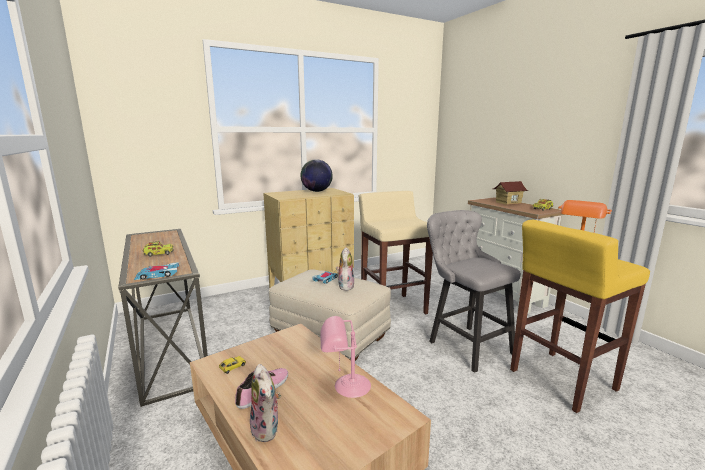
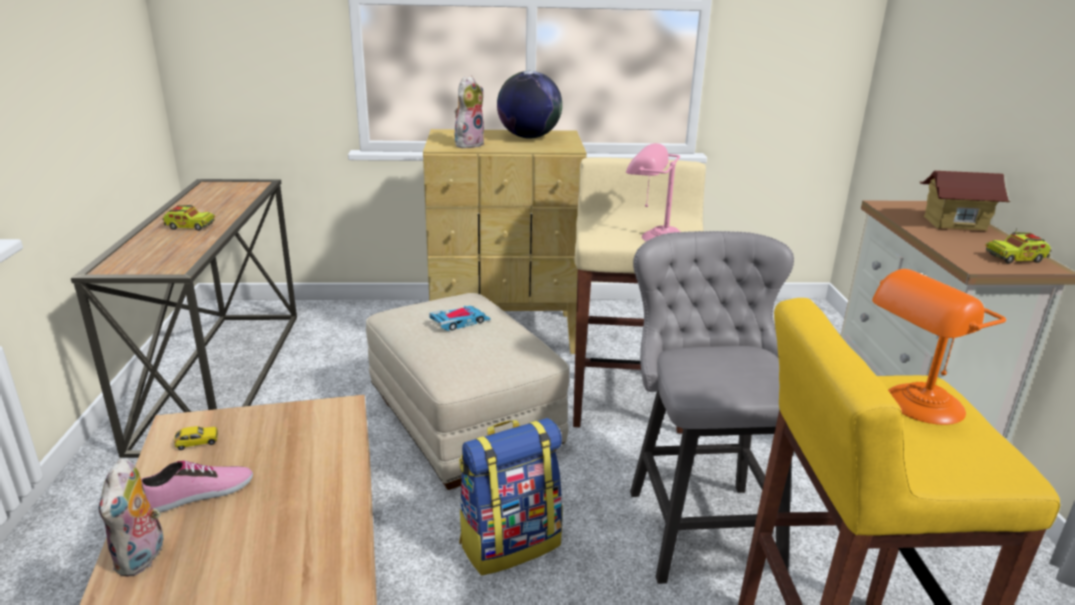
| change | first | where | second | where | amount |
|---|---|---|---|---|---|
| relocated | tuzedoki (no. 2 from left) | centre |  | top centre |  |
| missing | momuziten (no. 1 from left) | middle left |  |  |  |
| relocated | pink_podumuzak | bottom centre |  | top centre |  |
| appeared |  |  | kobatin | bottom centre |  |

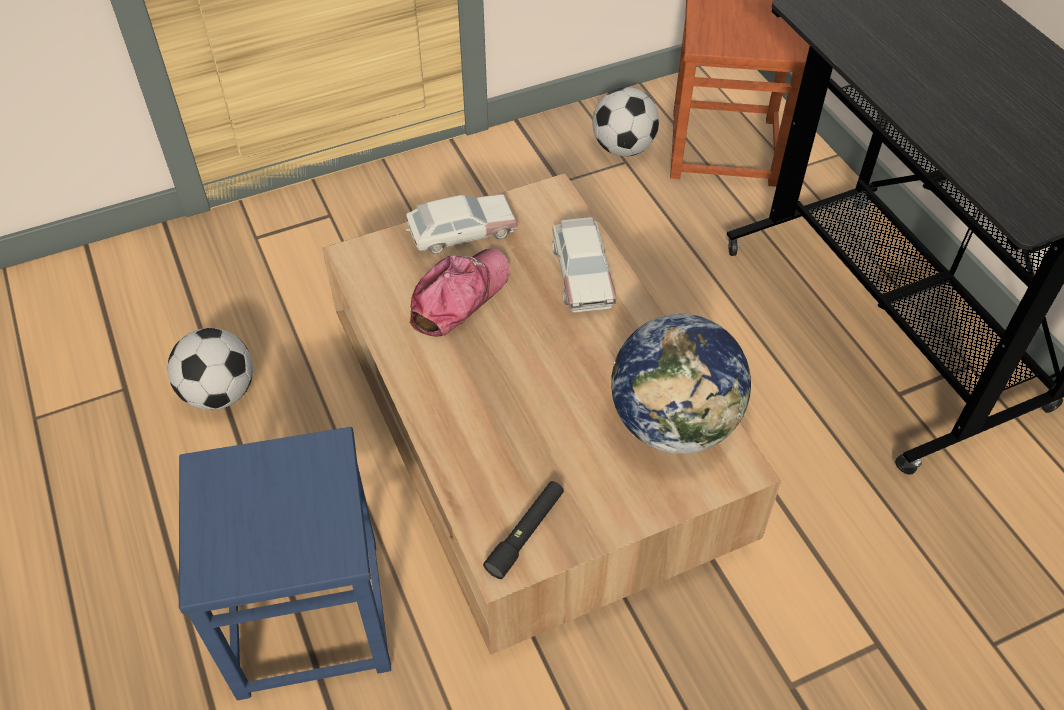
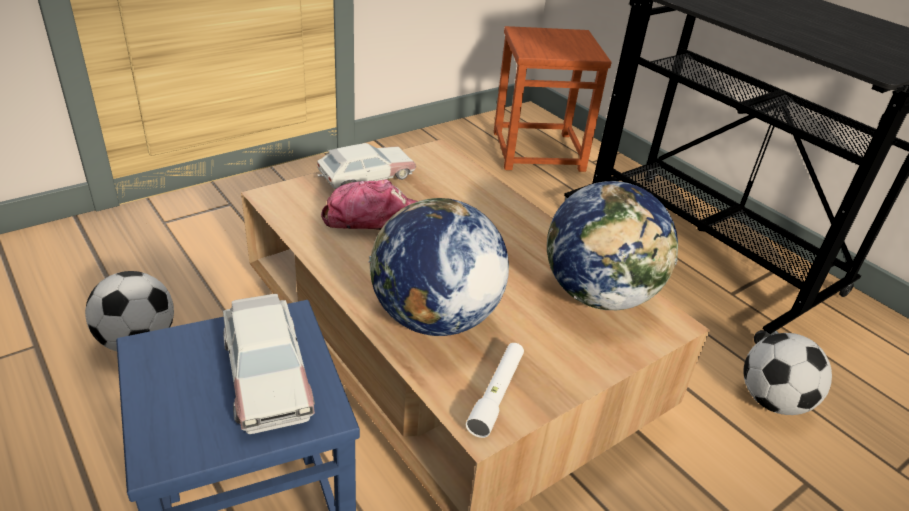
| change | first | where | second | where | amount |
|---|---|---|---|---|---|
| relocated | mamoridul (no. 2 from left) | top centre |  | bottom right |  |
| relocated | momuziten (no. 2 from left in the first image) | centre | momuziten (no. 1 from left) | bottom left |  |
| spun | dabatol | centre |  | centre | 60 degrees clockwise |
| colour | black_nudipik | bottom centre | white_nudipik | bottom centre |  |
| appeared |  |  | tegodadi (no. 1 from left) | centre |  |

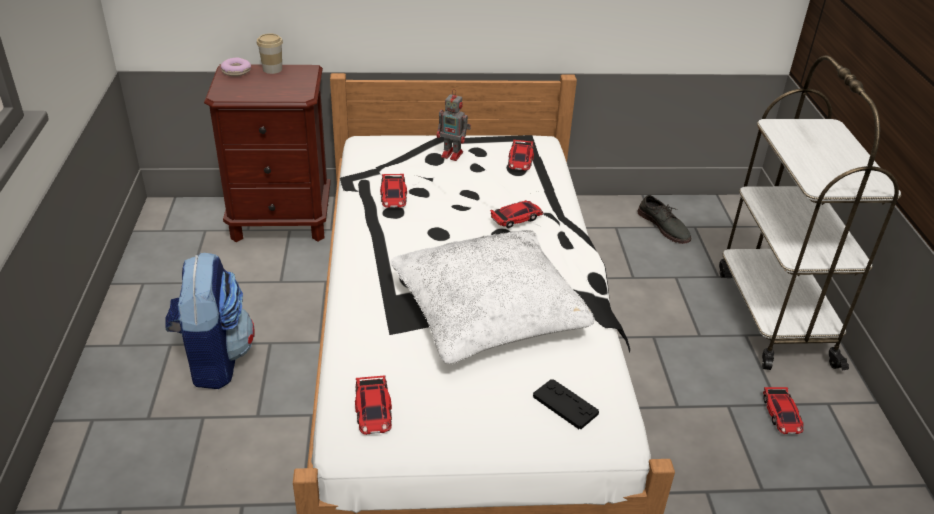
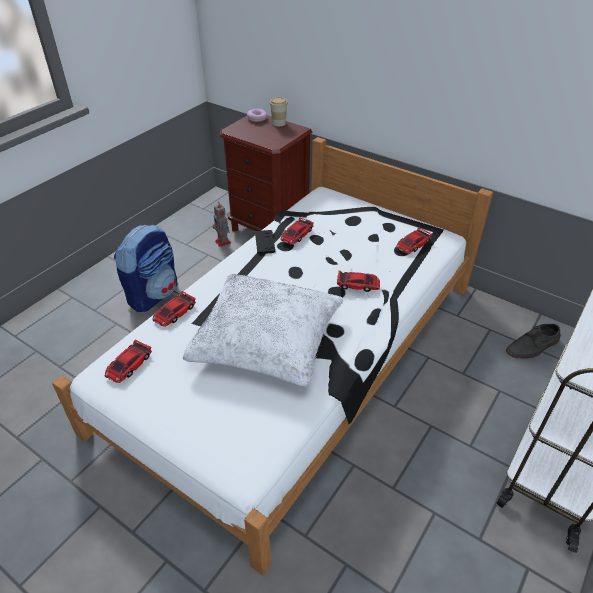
| change | first | where | second | where | amount |
|---|---|---|---|---|---|
| relocated | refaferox | top centre |  | centre |  |
| spun | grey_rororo | middle right |  | middle right | 60 degrees clockwise |
| relocated | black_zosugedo | bottom centre |  | centre |  |
| relocated | momuziten (no. 5 from left in the first image) | bottom right | momuziten (no. 2 from left) | middle left |  |

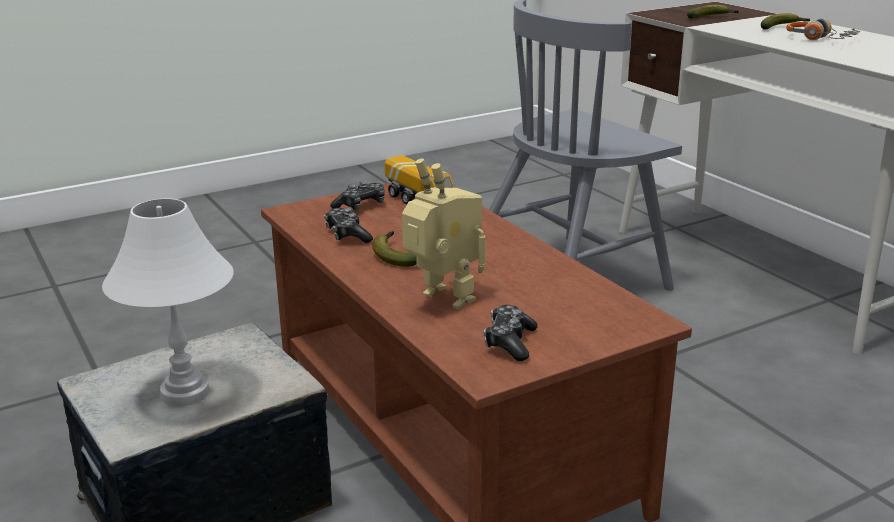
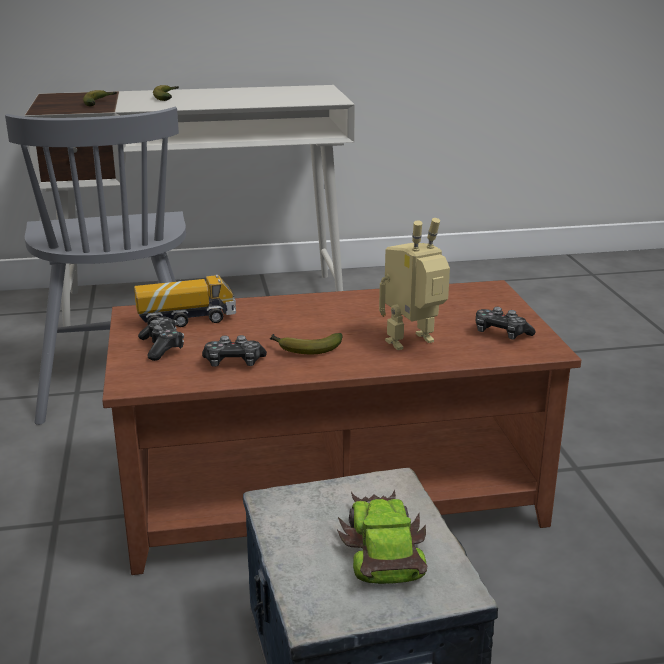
| change | first | where | second | where | amount |
|---|---|---|---|---|---|
| missing | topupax | top right |  |  |  |
| exchanged | white_podumuzak | middle left | momuziten | bottom centre |  |

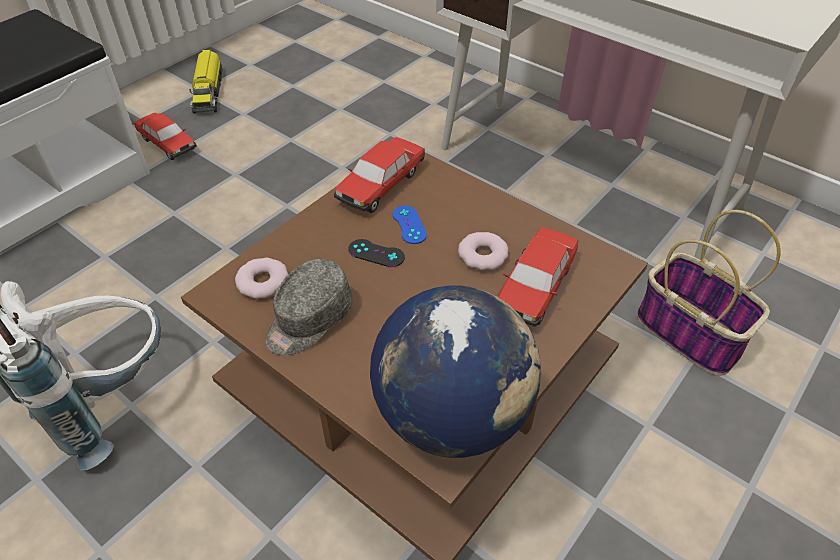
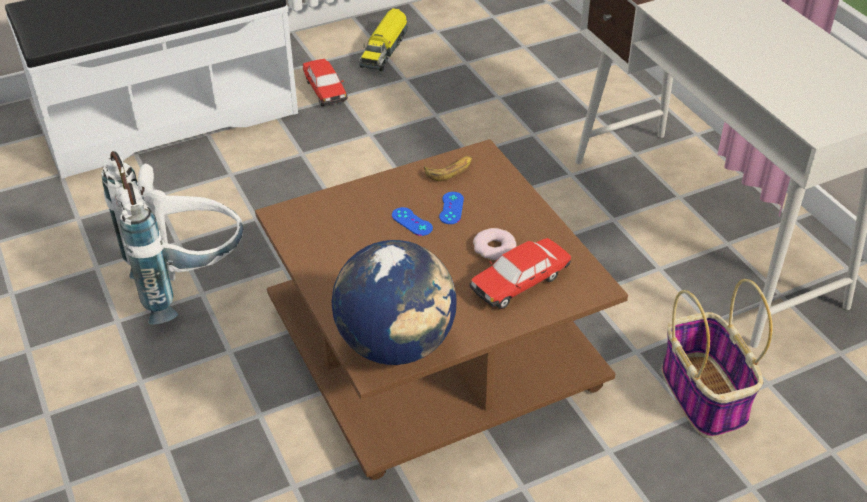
| change | first | where | second | where | amount |
|---|---|---|---|---|---|
| exchanged | momuziten (no. 2 from left) | top centre | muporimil | centre |  |
| colour | black_zosugedo | centre | blue_zosugedo (no. 1 from left) | centre |  |
| missing | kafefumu (no. 1 from left) | middle left |  |  |  |
| missing | grey_dabatol | centre |  |  |  |

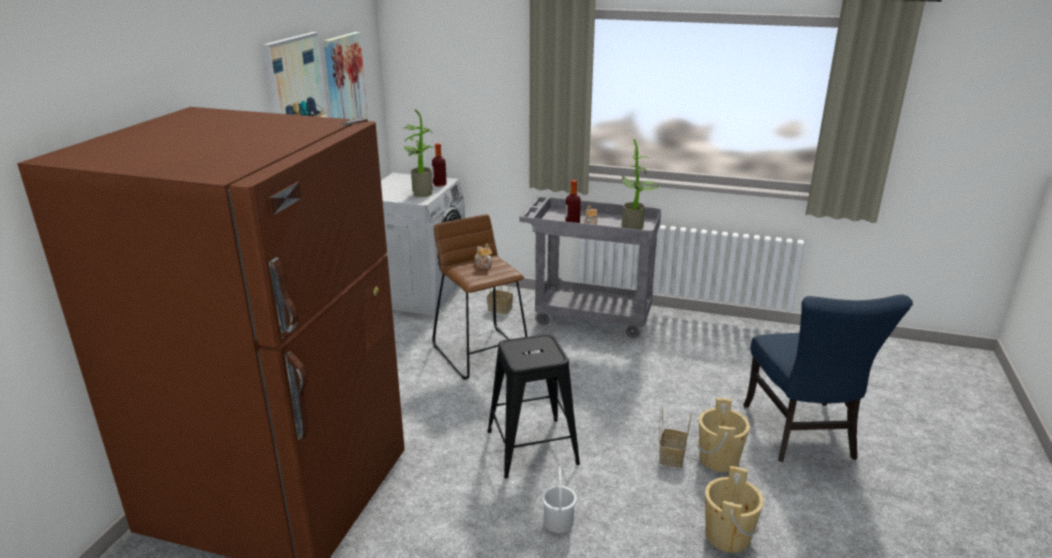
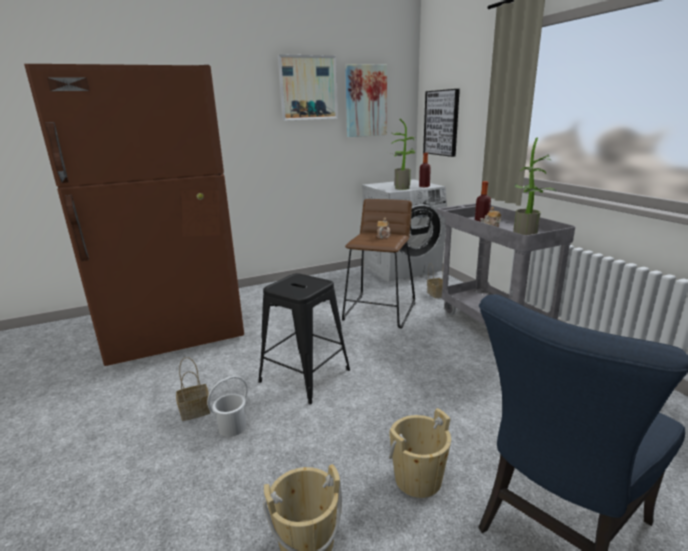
| change | first | where | second | where | amount |
|---|---|---|---|---|---|
| relocated | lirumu (no. 2 from left in the first image) | bottom centre | lirumu (no. 1 from left) | bottom left |  |
| appeared |  |  | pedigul (no. 3 from left) | top centre |  |

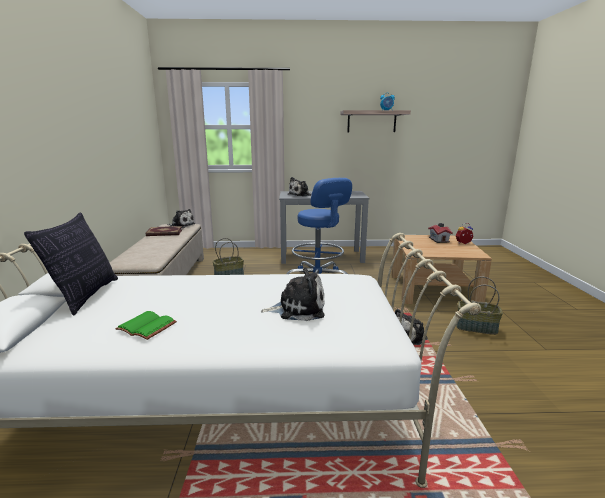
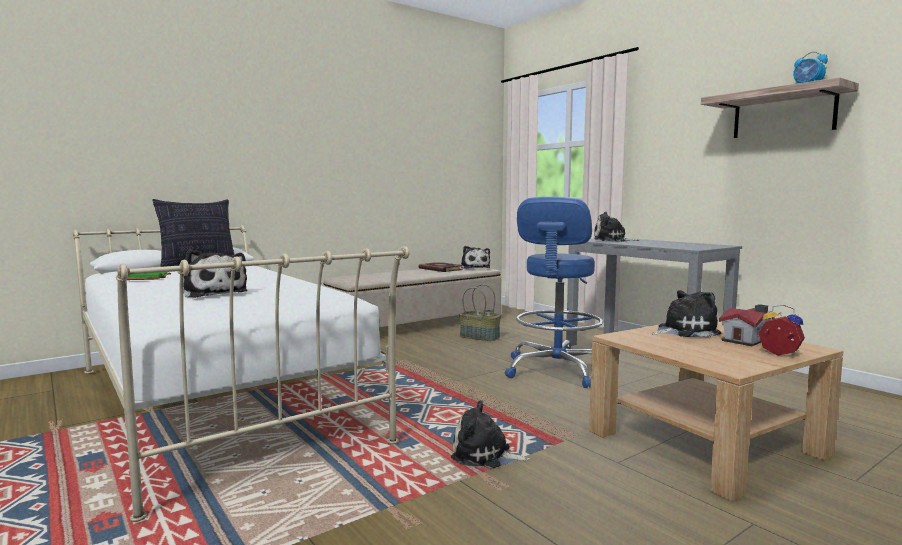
| change | first | where | second | where | amount |
|---|---|---|---|---|---|
| missing | lirumu (no. 2 from left) | middle right |  |  |  |
| appeared |  |  | tuzedoki (no. 5 from left) | middle right |  |

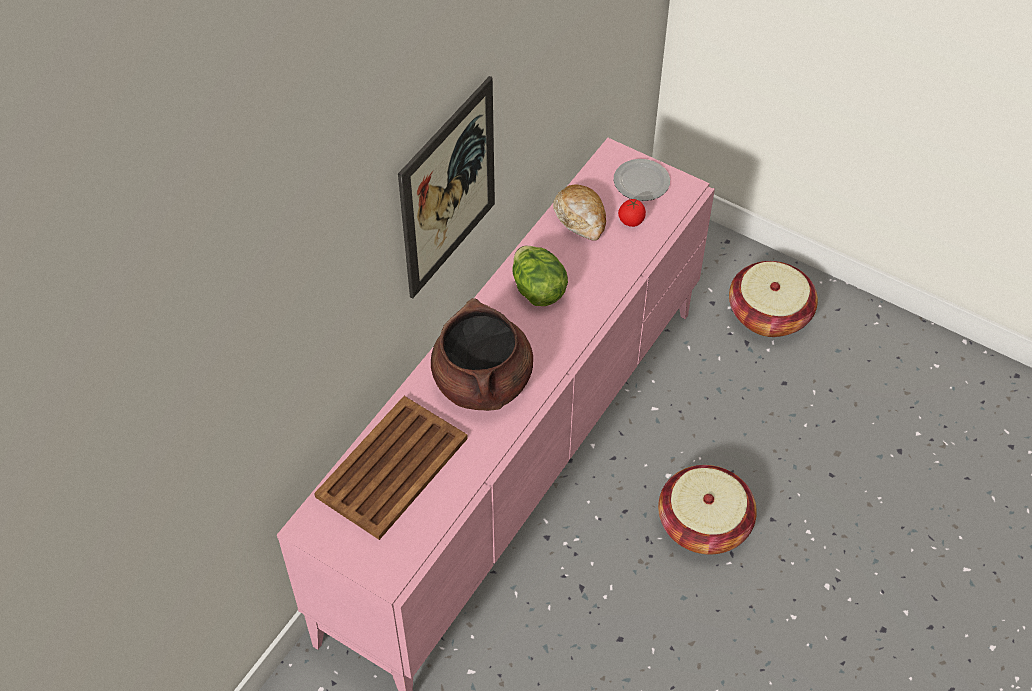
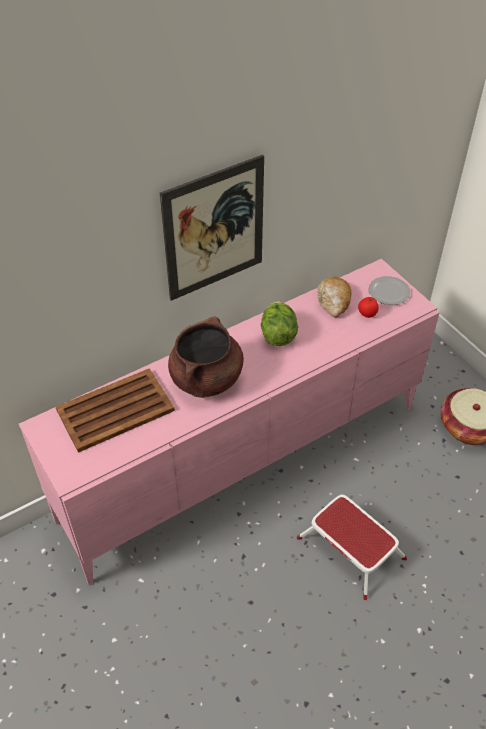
| change | first | where | second | where | amount |
|---|---|---|---|---|---|
| exchanged | lirumu (no. 1 from left) | bottom right | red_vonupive | bottom right |  |

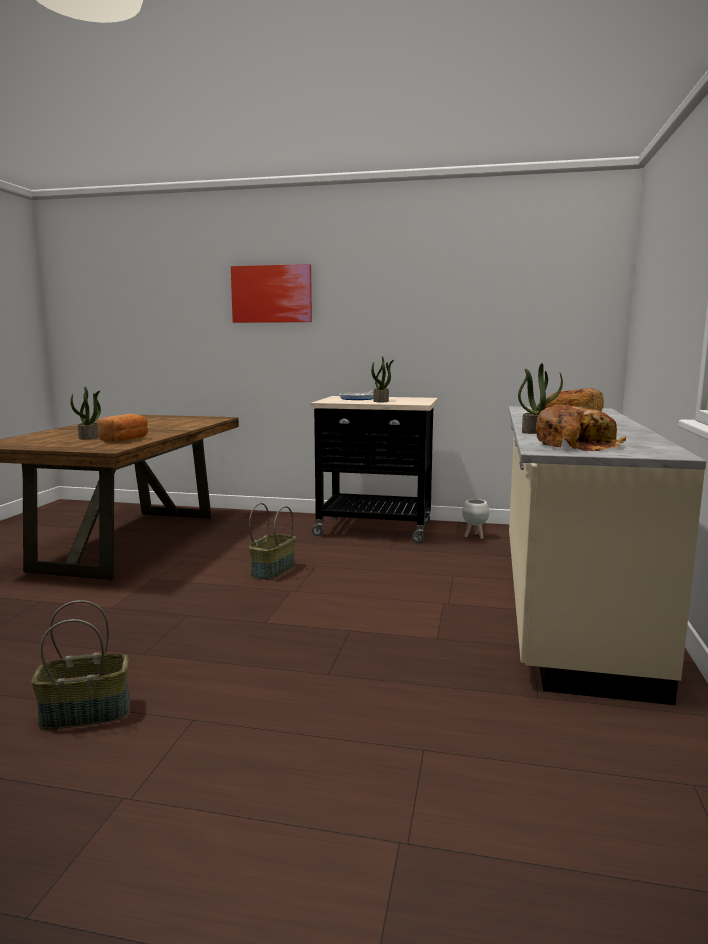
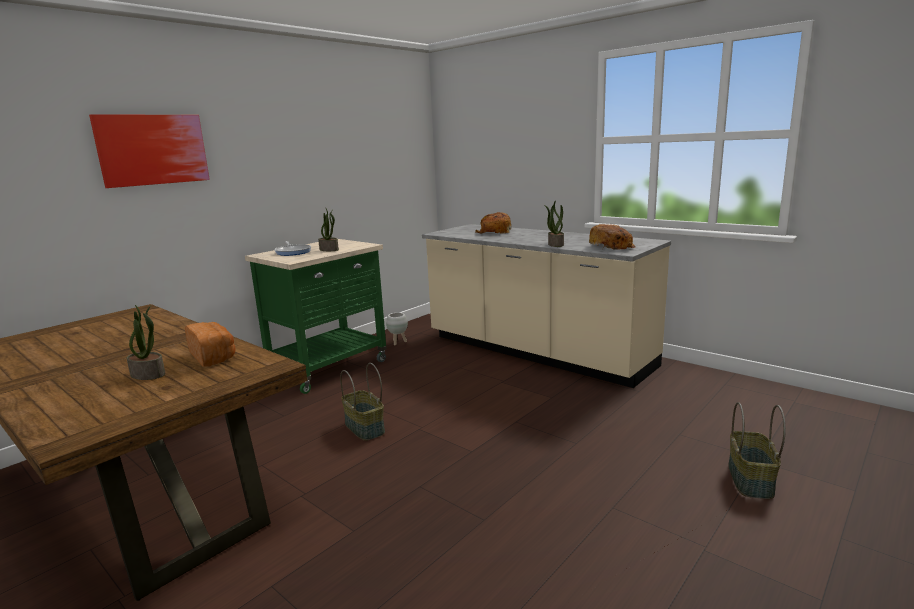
| change | first | where | second | where | amount |
|---|---|---|---|---|---|
| colour | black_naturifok | centre | green_naturifok | centre |  |
| relocated | lirumu (no. 1 from left in the first image) | bottom left | lirumu (no. 2 from left) | bottom right |  |

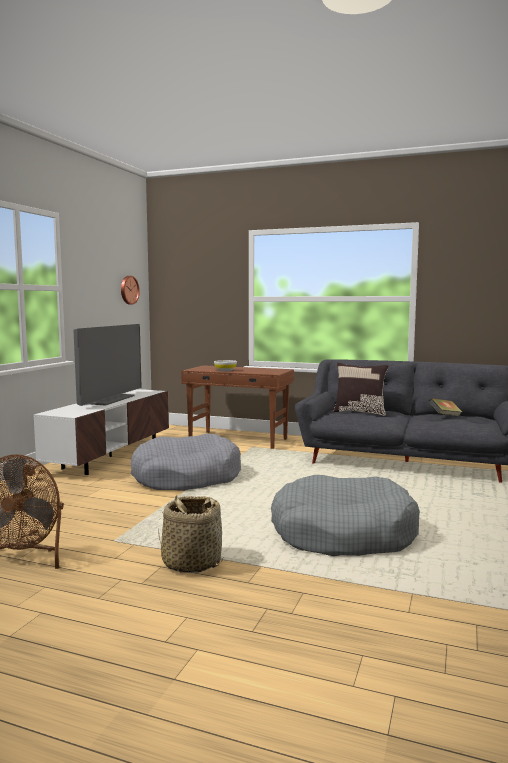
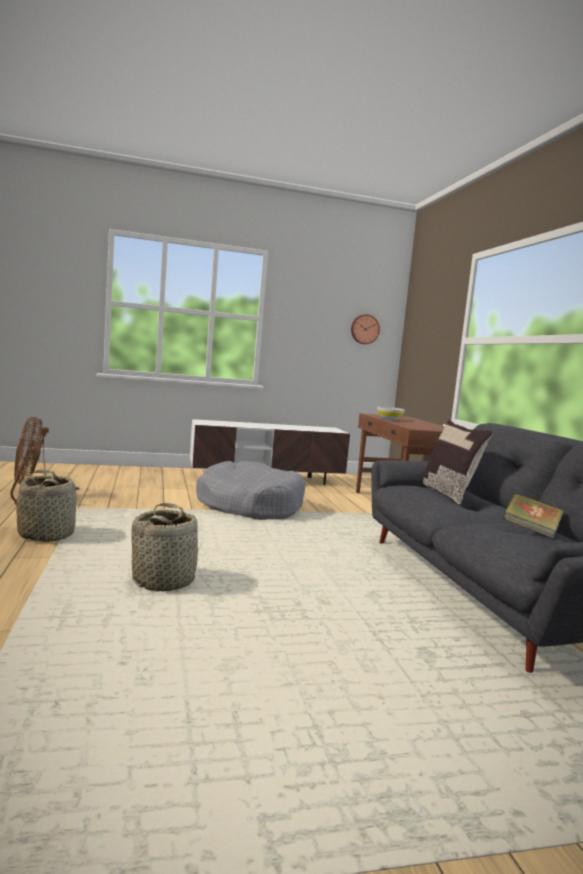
| change | first | where | second | where | amount |
|---|---|---|---|---|---|
| missing | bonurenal | middle left |  |  |  |
| exchanged | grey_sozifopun (no. 2 from left) | bottom right | lirumu (no. 2 from left) | middle left |  |

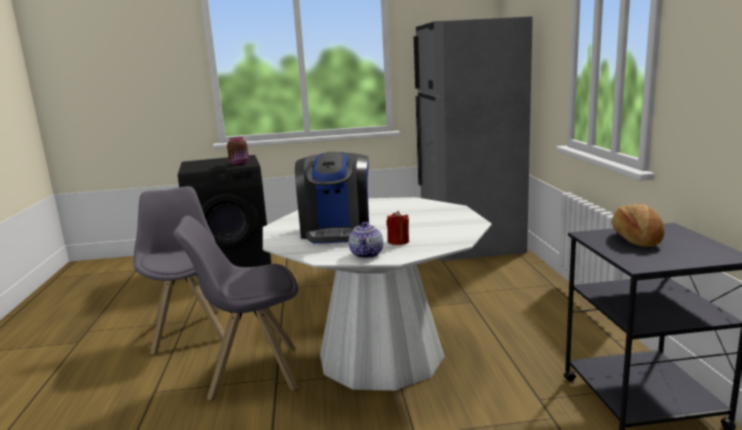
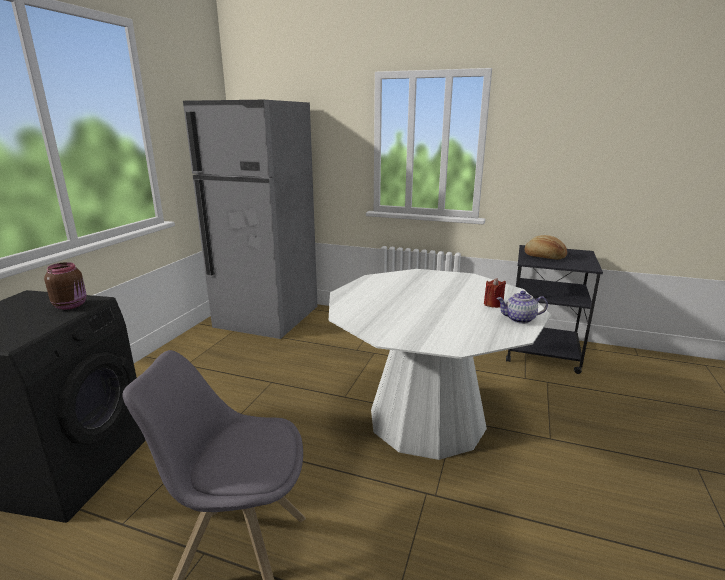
| change | first | where | second | where | amount |
|---|---|---|---|---|---|
| missing | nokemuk | centre |  |  |  |
| missing | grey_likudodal (no. 2 from left) | bottom left |  |  |  |
| spun | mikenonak | centre |  | middle right | 150 degrees clockwise |

